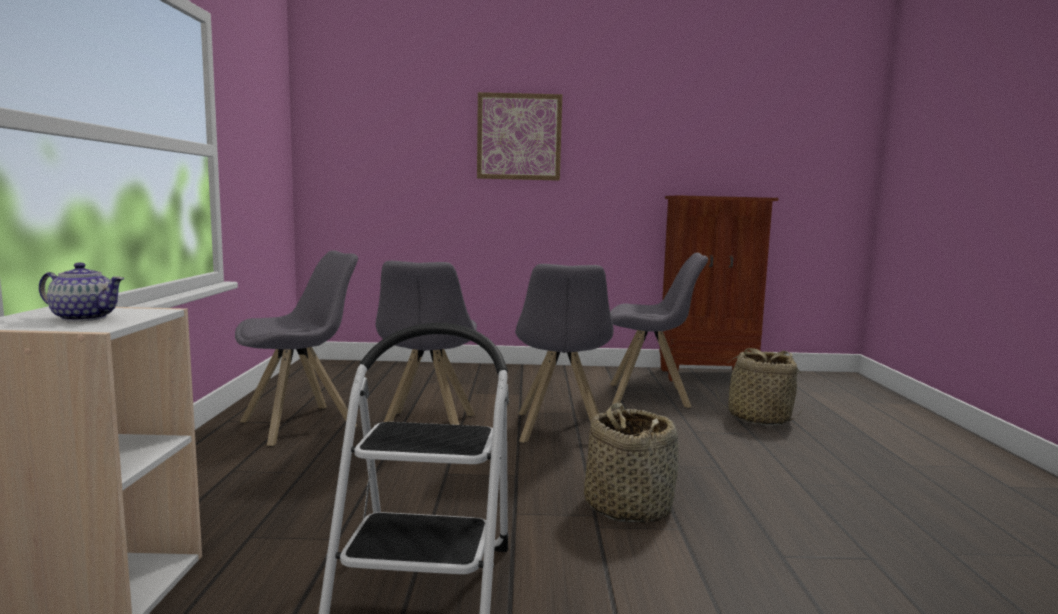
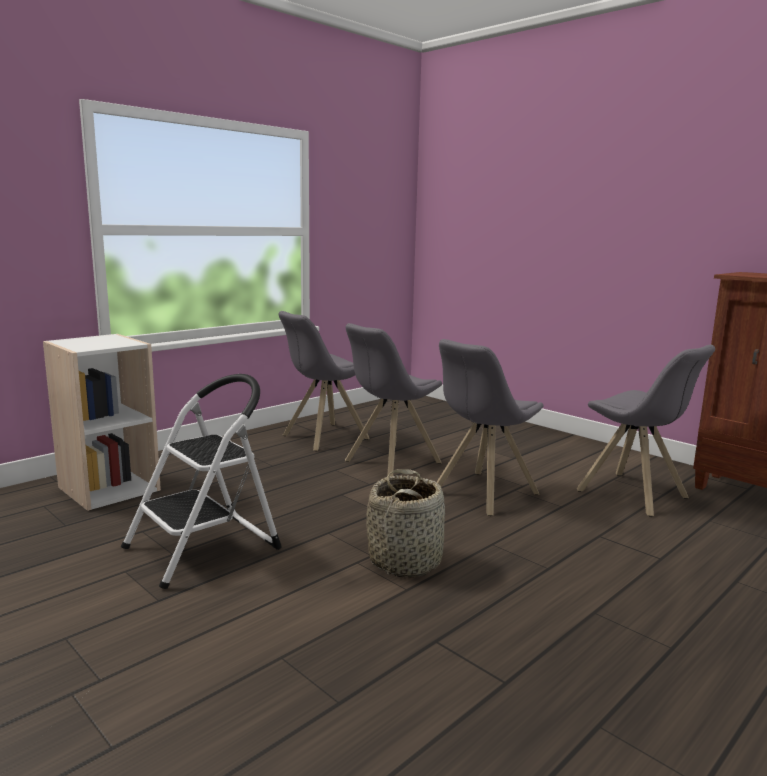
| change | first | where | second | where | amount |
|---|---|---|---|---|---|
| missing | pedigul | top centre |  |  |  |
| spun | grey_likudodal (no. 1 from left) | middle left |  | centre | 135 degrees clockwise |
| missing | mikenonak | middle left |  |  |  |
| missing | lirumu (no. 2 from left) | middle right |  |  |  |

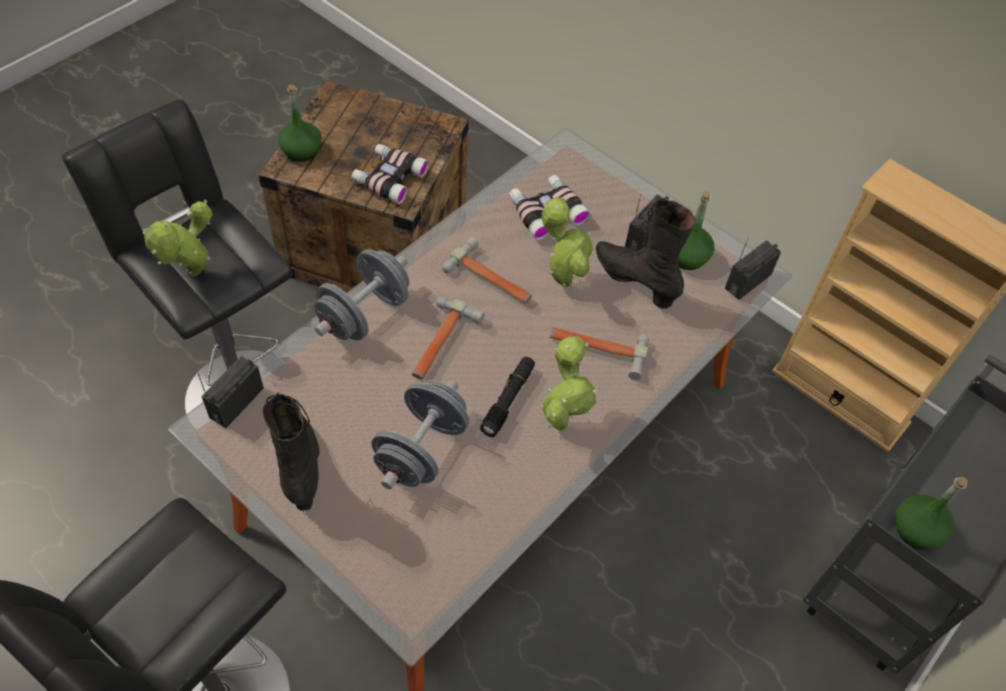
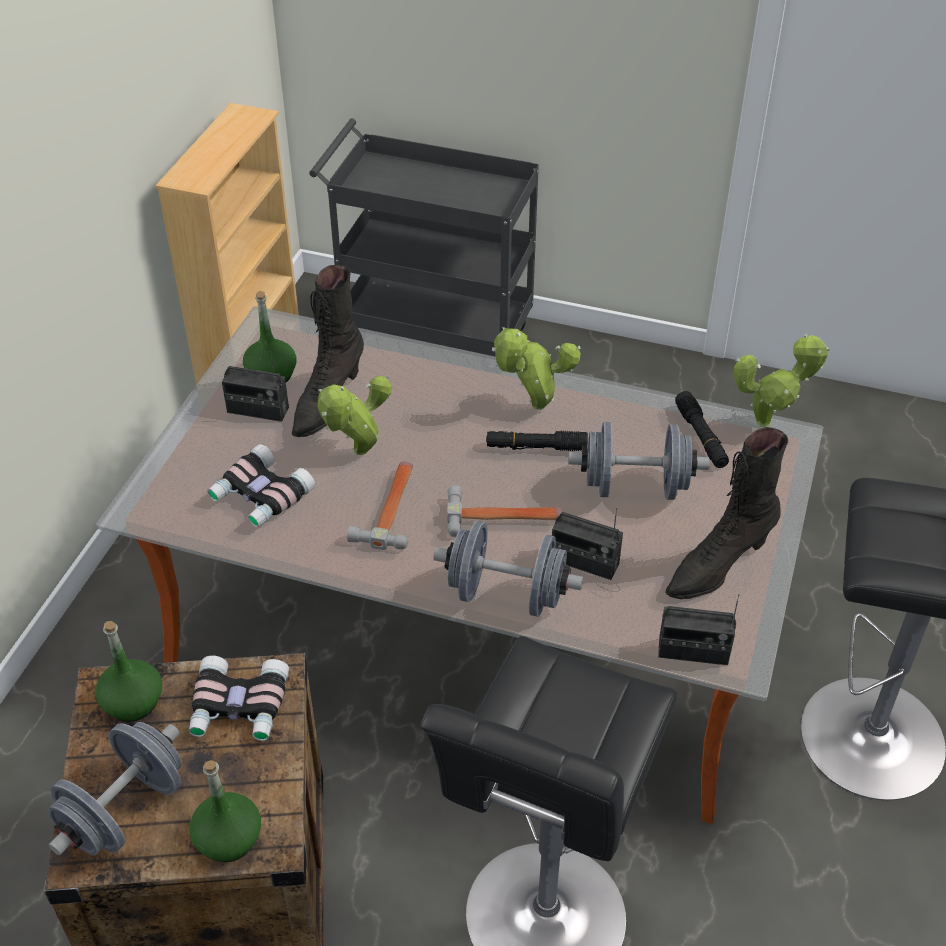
| change | first | where | second | where | amount |
|---|---|---|---|---|---|
| relocated | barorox (no. 1 from left in the first image) | middle left | barorox (no. 3 from left) | middle right |  |
| relocated | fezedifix (no. 3 from left in the first image) | middle right | fezedifix (no. 2 from left) | centre |  |
| missing | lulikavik (no. 3 from left) | centre |  |  |  |
| relocated | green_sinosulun (no. 3 from left in the first image) | bottom right | green_sinosulun (no. 1 from left) | bottom left |  |
| appeared |  |  | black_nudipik (no. 2 from left) | middle right |  |
| appeared |  |  | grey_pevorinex (no. 1 from left) | bottom left |  |

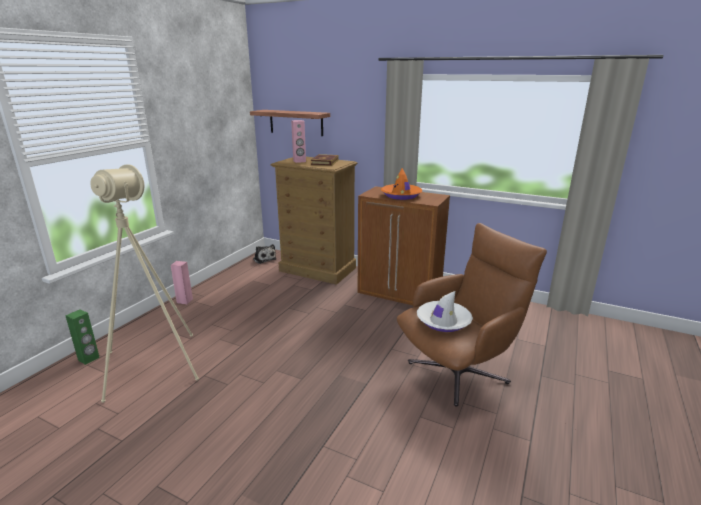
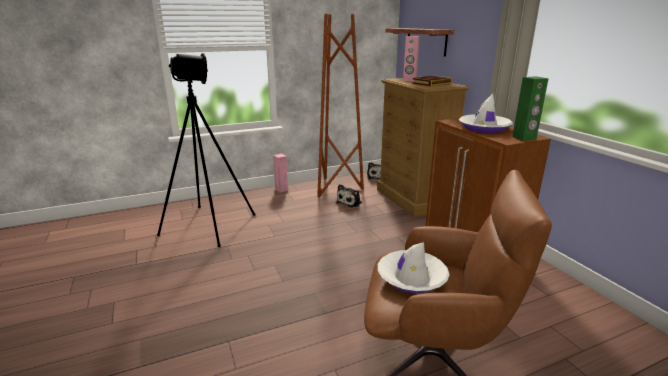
| change | first | where | second | where | amount |
|---|---|---|---|---|---|
| colour | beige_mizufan | middle left | black_mizufan | middle left |  |
| colour | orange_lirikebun | centre | white_lirikebun (no. 2 from left) | top right |  |
| relocated | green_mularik | bottom left |  | top right |  |
| appeared |  |  | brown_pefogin | top centre |  |
| appeared |  |  | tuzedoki (no. 1 from left) | centre |  |

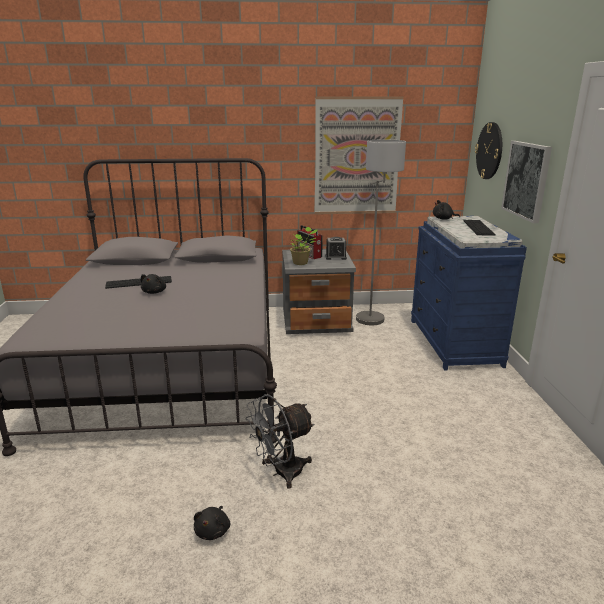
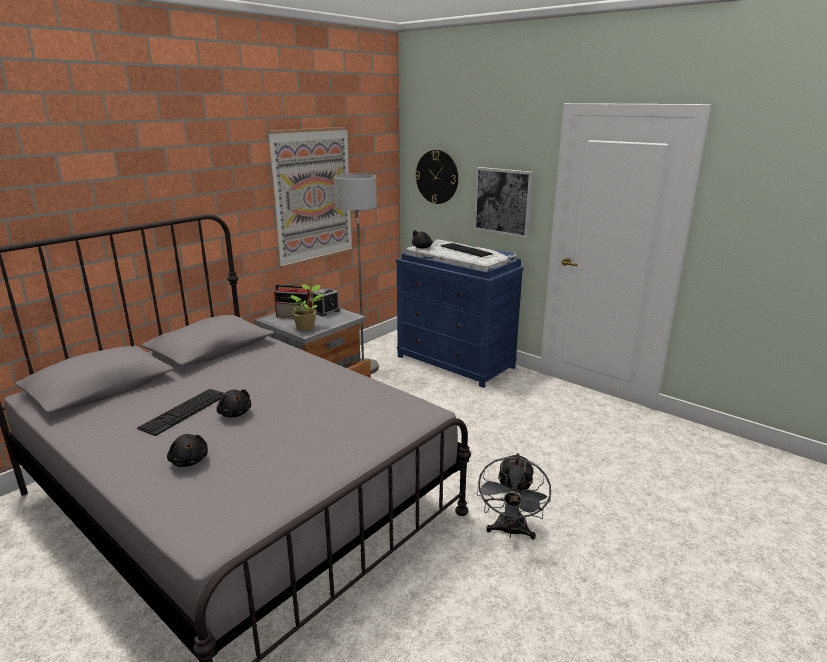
| change | first | where | second | where | amount |
|---|---|---|---|---|---|
| relocated | black_tuzedoki (no. 2 from left in the first image) | bottom centre | black_tuzedoki (no. 1 from left) | bottom left |  |

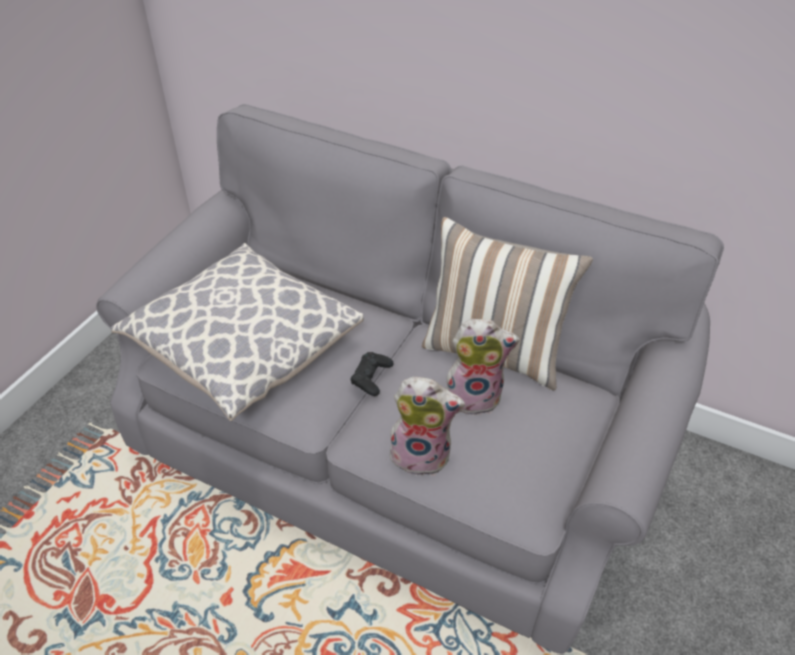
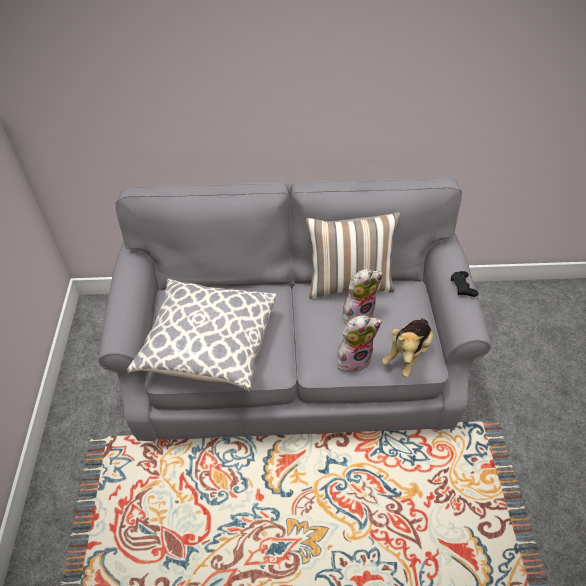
| change | first | where | second | where | amount |
|---|---|---|---|---|---|
| relocated | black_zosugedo | centre |  | middle right |  |
| appeared |  |  | tuzedoki (no. 3 from left) | middle right |  |

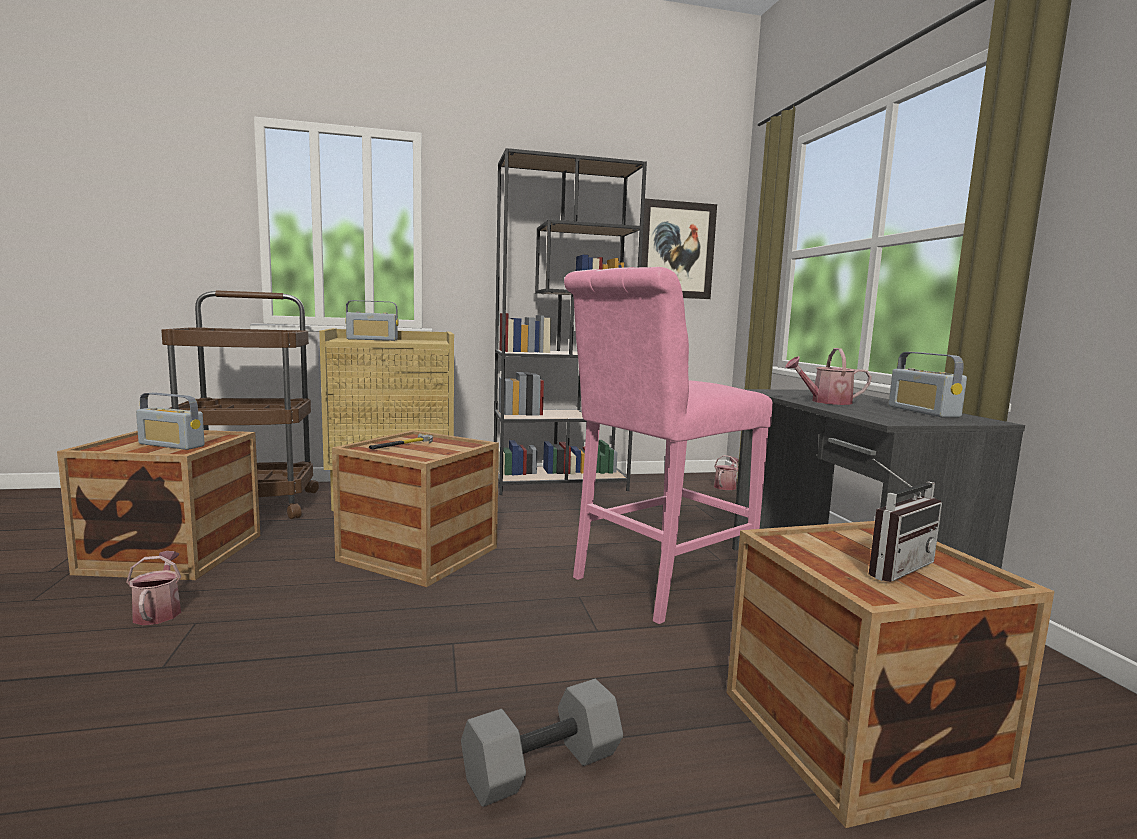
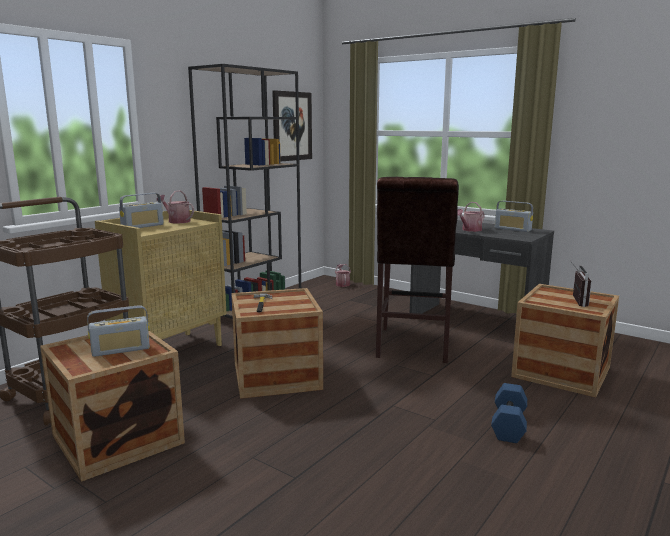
| change | first | where | second | where | amount |
|---|---|---|---|---|---|
| colour | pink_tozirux | centre | brown_tozirux | centre |  |
| relocated | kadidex (no. 1 from left) | bottom left |  | middle left |  |
| colour | grey_pevorinex | bottom centre | blue_pevorinex | bottom right |  |

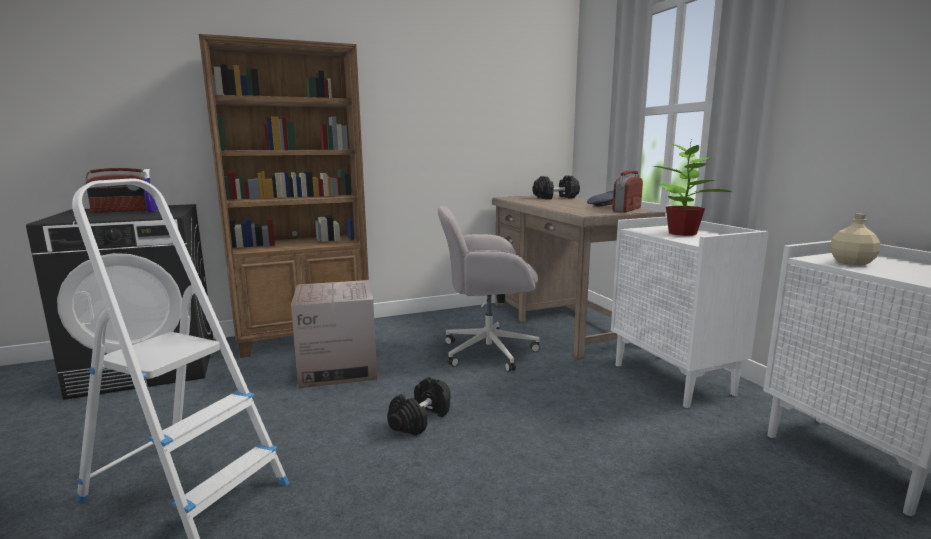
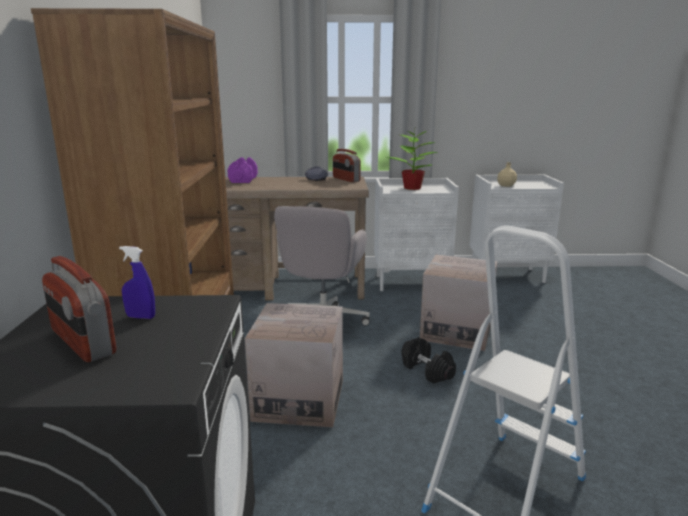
| change | first | where | second | where | amount |
|---|---|---|---|---|---|
| spun | fezedifix (no. 1 from left) | middle left |  | middle left | 135 degrees clockwise |
| colour | black_pevorinex (no. 2 from left) | centre | purple_pevorinex | top centre |  |
| appeared |  |  | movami (no. 2 from left) | centre |  |

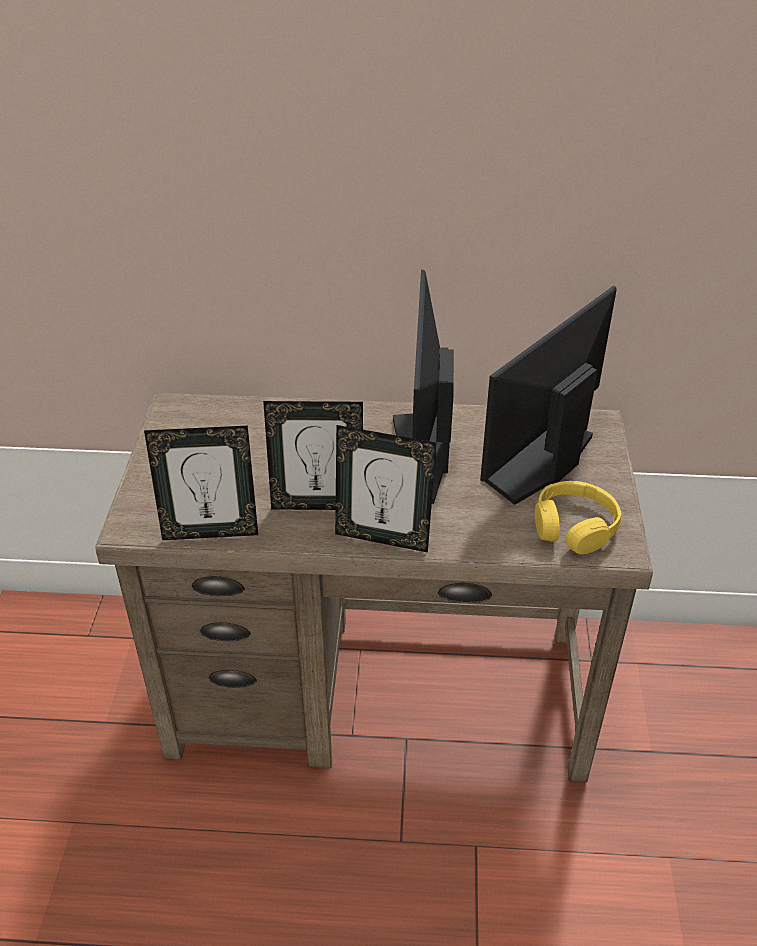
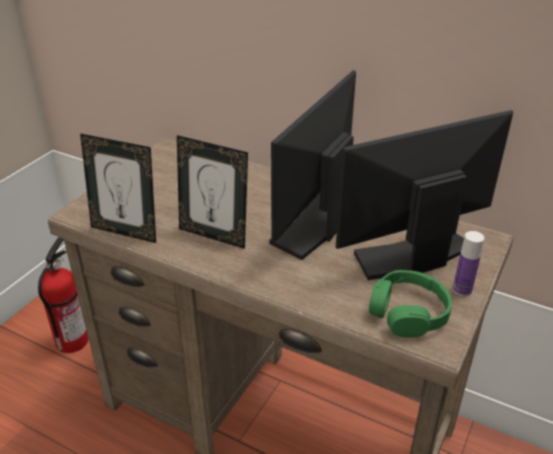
| change | first | where | second | where | amount |
|---|---|---|---|---|---|
| missing | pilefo (no. 3 from left) | centre |  |  |  |
| colour | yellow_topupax | middle right | green_topupax | bottom right |  |
| appeared |  |  | sinosulun | middle right |  |
| appeared |  |  | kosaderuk | middle left |  |

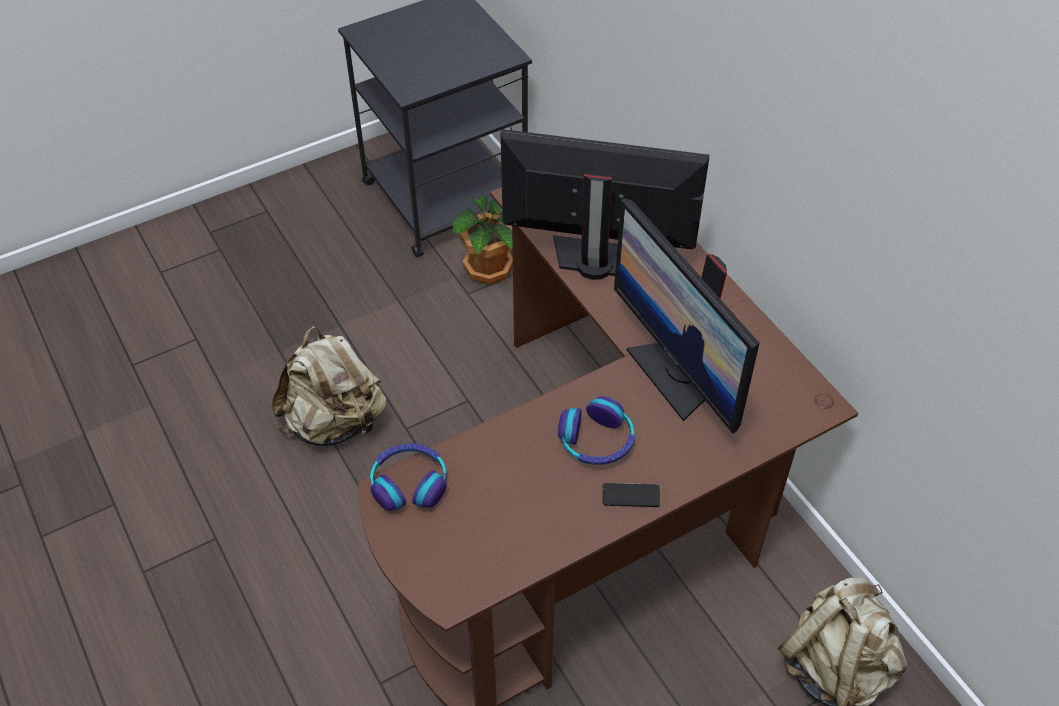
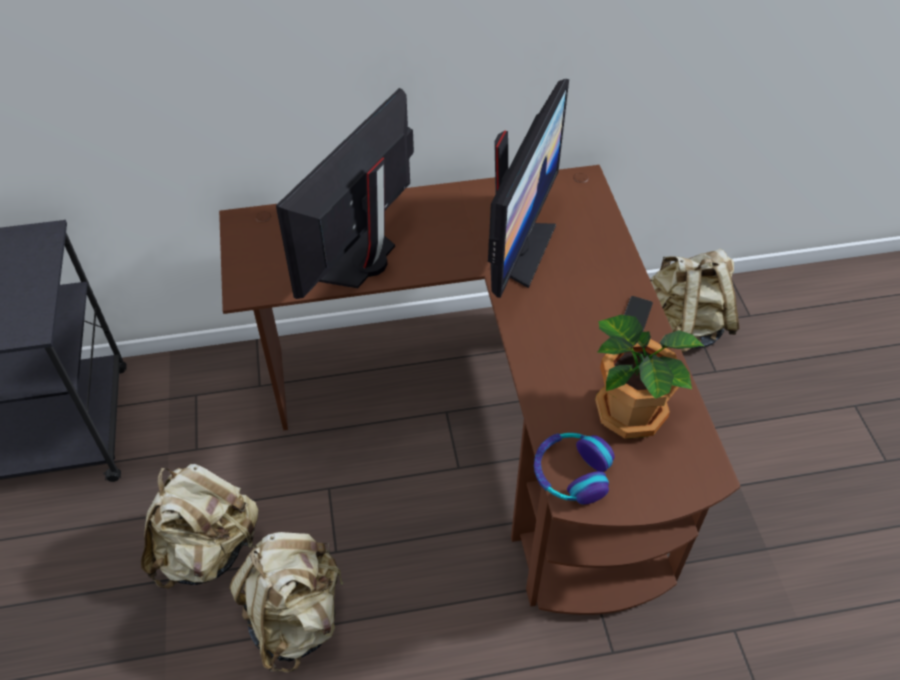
| change | first | where | second | where | amount |
|---|---|---|---|---|---|
| relocated | barorox | centre |  | middle right |  |
| spun | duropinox (no. 2 from left) | centre |  | top centre | 60 degrees counterclockwise |
| missing | topupax (no. 2 from left) | centre |  |  |  |
| appeared |  |  | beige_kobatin (no. 1 from left) | bottom left |  |

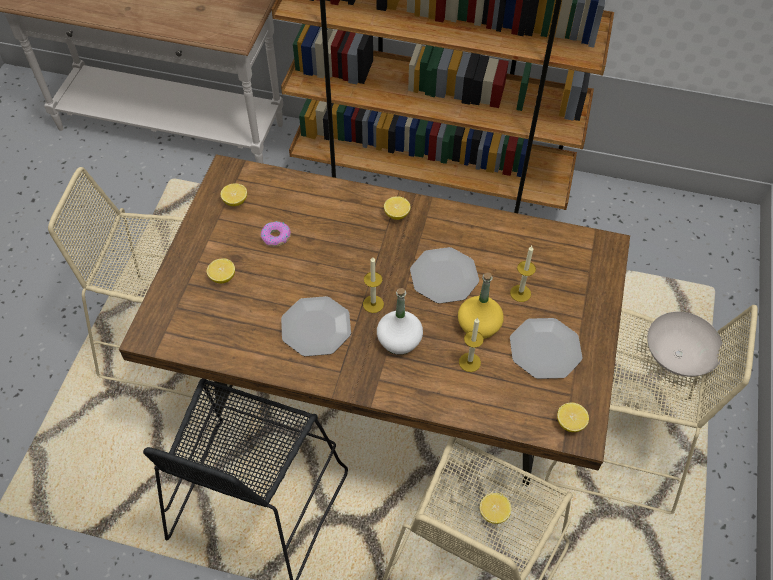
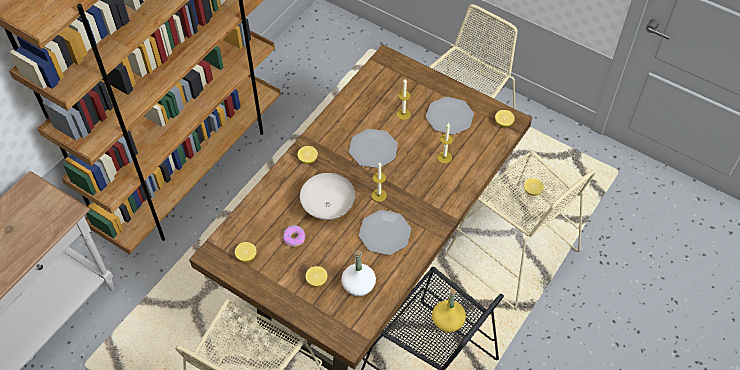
| change | first | where | second | where | amount |
|---|---|---|---|---|---|
| relocated | yellow_sinosulun | centre |  | bottom centre |  |
| relocated | white_sinosulun | centre |  | bottom centre |  |
| relocated | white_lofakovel | middle right |  | centre |  |

